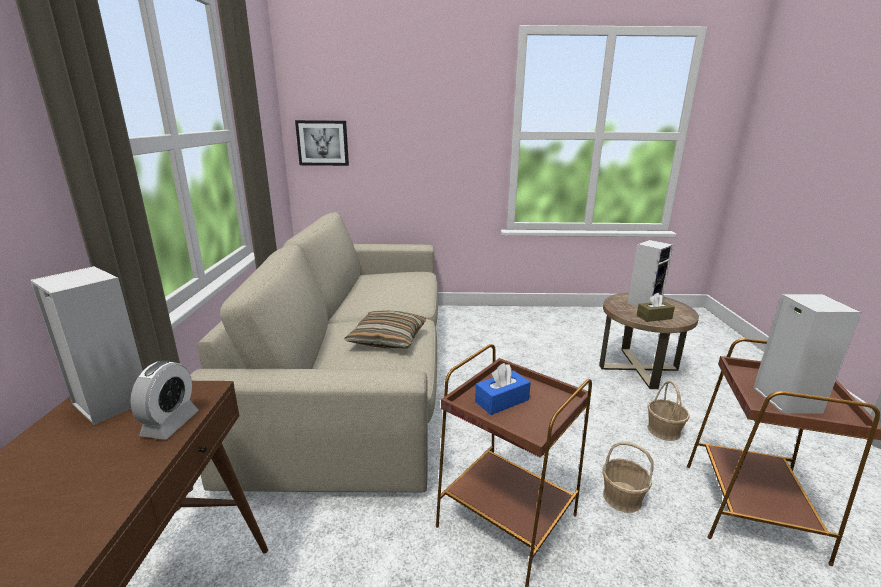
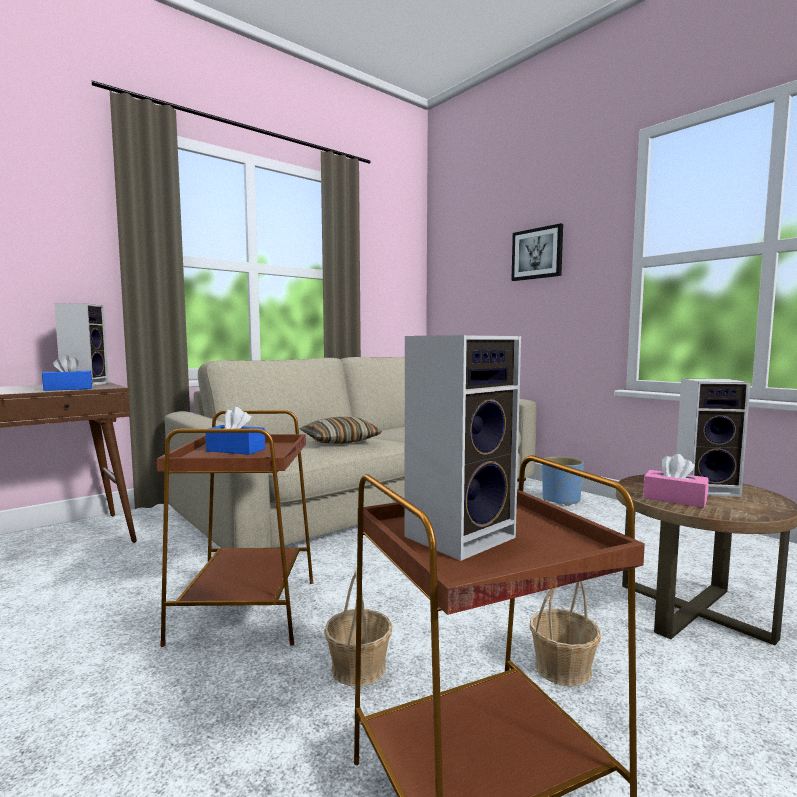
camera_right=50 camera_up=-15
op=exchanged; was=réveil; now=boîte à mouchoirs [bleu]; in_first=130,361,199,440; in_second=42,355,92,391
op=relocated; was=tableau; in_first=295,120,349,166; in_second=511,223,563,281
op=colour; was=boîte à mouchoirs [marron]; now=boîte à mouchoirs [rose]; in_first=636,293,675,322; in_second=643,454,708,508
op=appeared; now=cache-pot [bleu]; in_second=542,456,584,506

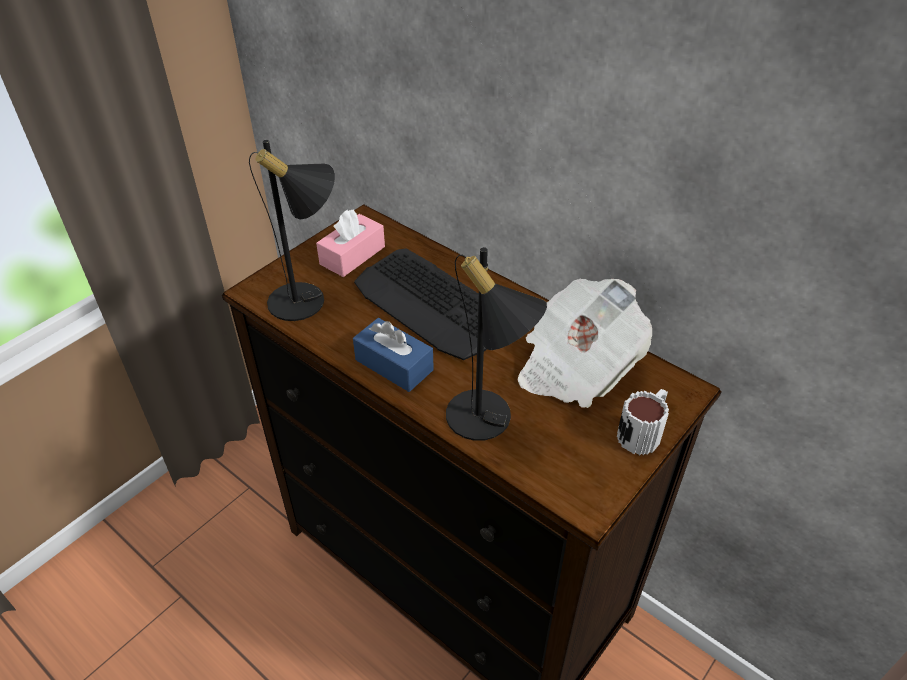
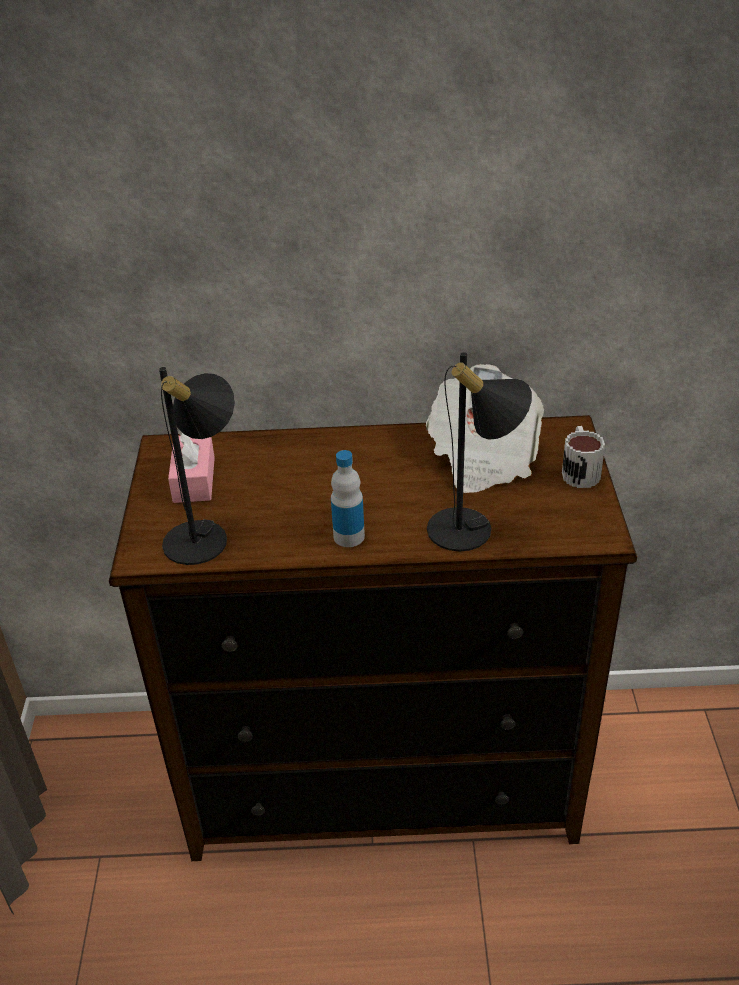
camera_right=-40 camera_up=-5
op=exchanged; was=boîte à mouchoirs [bleu]; now=bouteille; in_first=353,318,434,392; in_second=331,450,365,547
op=missing; was=clavier; in_first=354,248,486,360

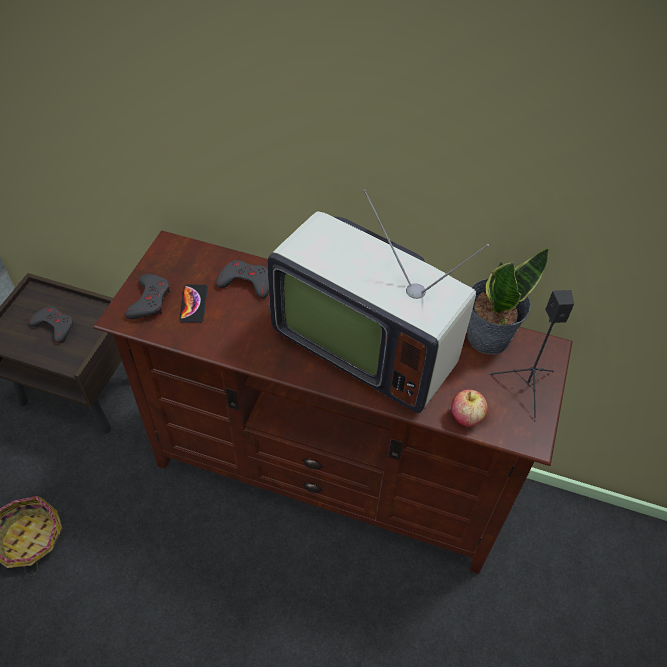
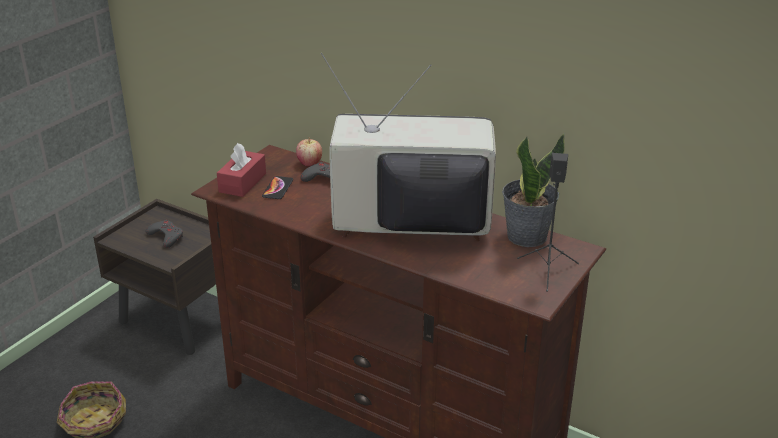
camera_right=15 camera_up=-20
op=exchanged; was=manette [gris]; now=boîte à mouchoirs [rouge]; in_first=124,274,170,319; in_second=217,143,266,197
op=spun; was=téléviseur; in_first=267,189,489,413; in_second=321,53,496,241; clockwise=135
op=relocated; was=pomme; in_first=451,389,488,427; in_second=296,137,322,166

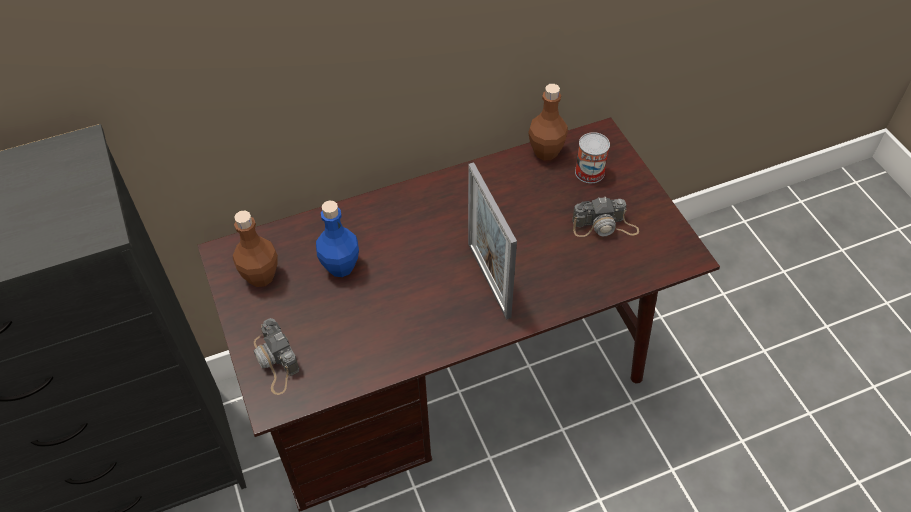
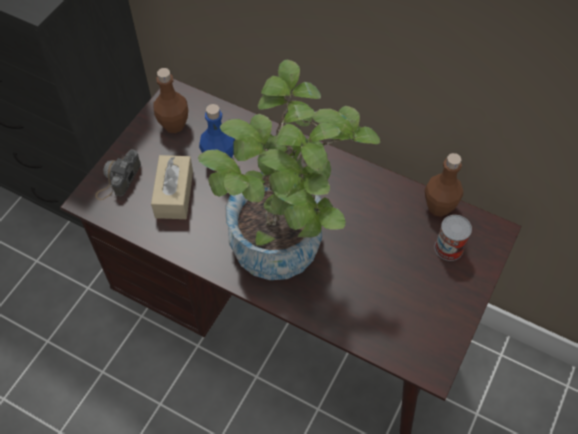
camera_right=50 camera_up=5
op=exchanged; was=cadre photo; now=plante en pot; in_first=468,162,517,320; in_second=198,60,380,280
op=missing; was=appareil photo; in_first=572,196,639,237
op=appeared; now=boîte à mouchoirs [beige]; in_second=151,155,193,219

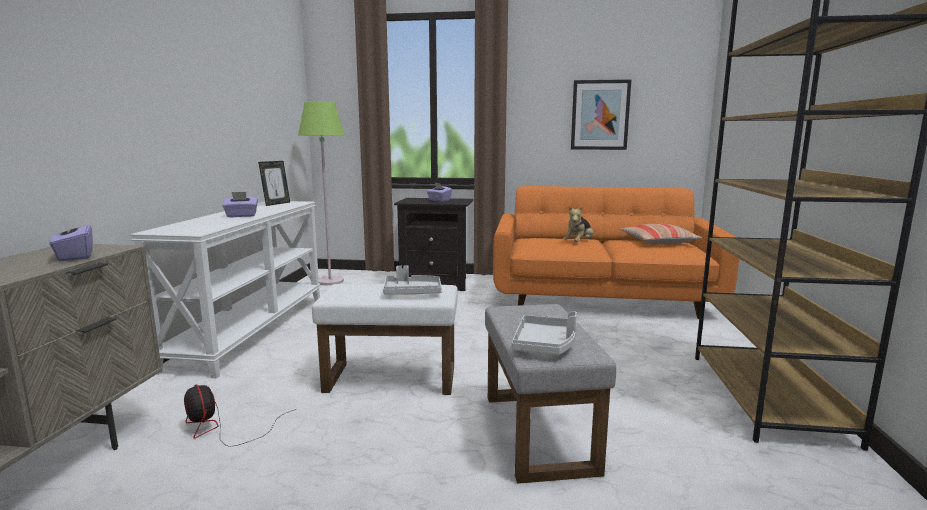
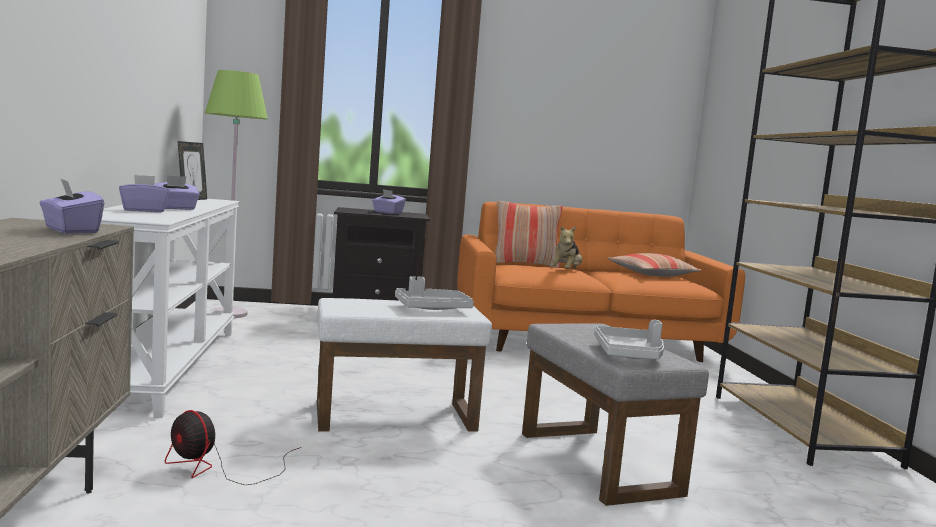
camera_right=-15 camera_up=-5
op=missing; was=tableau; in_first=571,79,631,150
op=appeared; now=boîte à mouchoirs [violet]; in_second=119,175,169,212
op=appeared; now=coussin; in_second=495,201,562,268

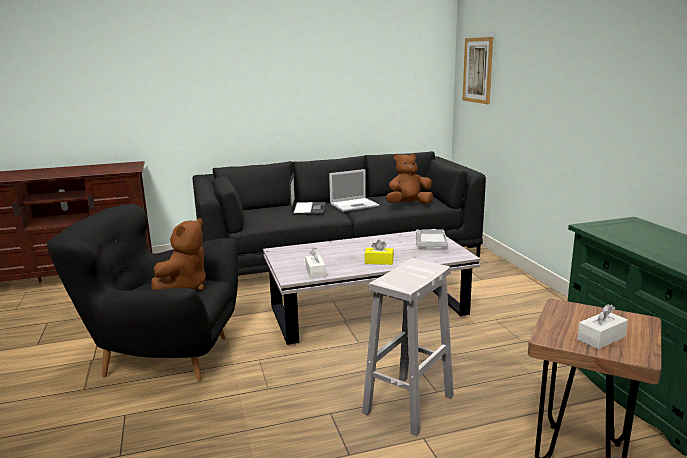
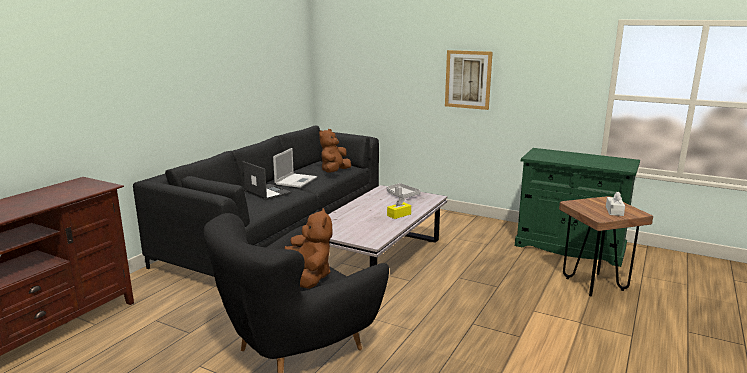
camera_right=-45 camera_up=0
op=missing; was=boîte à mouchoirs [blanc]; in_first=305,249,326,278
op=missing; was=tabouret [blanc]; in_first=362,258,454,436
op=relocated; was=tableau; in_first=463,37,493,104; in_second=445,50,493,110

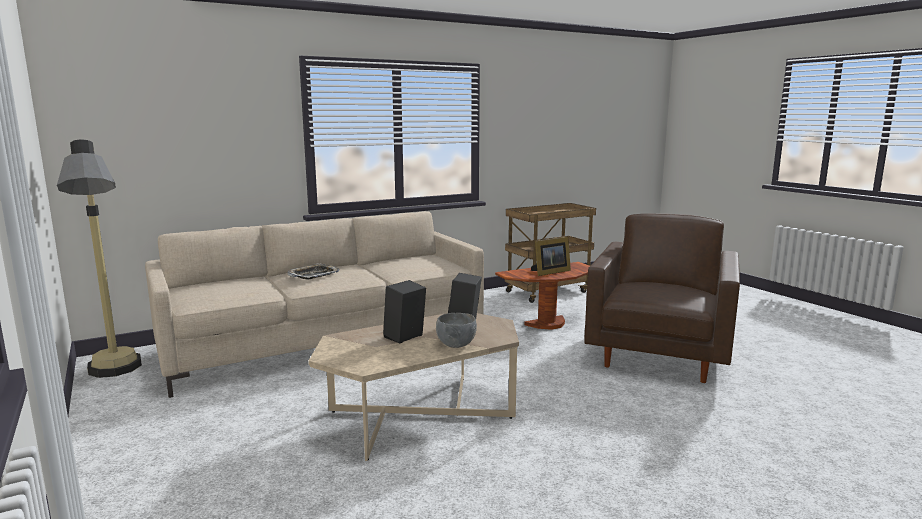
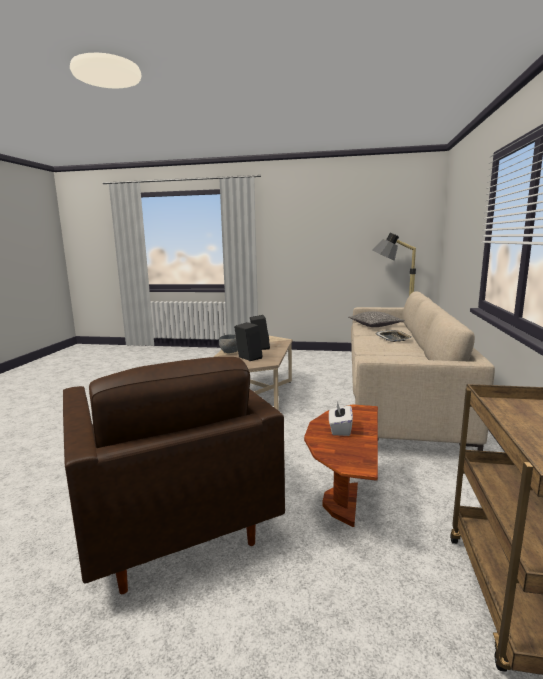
camera_right=130 camera_up=0
op=exchanged; was=cadre photo; now=boîte à mouchoirs [blanc]; in_first=531,237,571,276; in_second=329,401,353,436
op=appeared; now=coussin; in_second=348,311,405,327

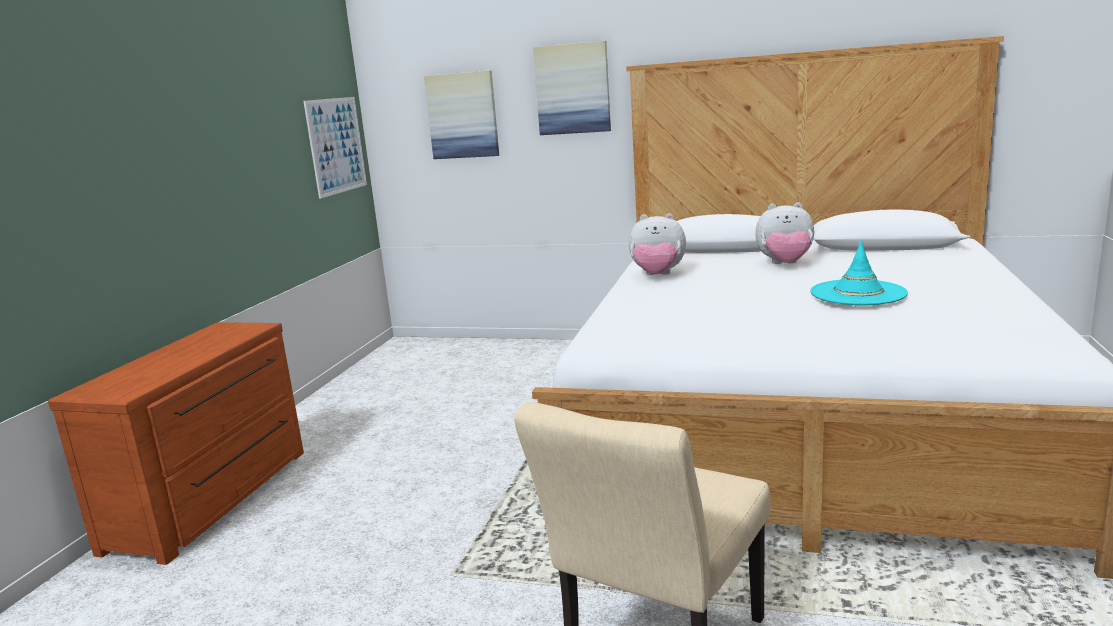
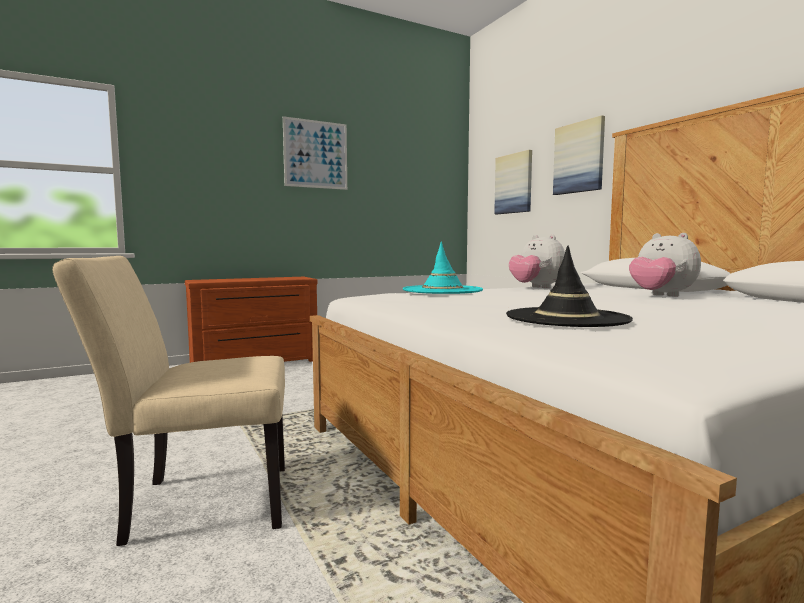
camera_right=45 camera_up=-10
op=relocated; was=tableau; in_first=303,97,367,199; in_second=283,116,347,190
op=relocated; was=chapeau [turquoise]; in_first=810,240,908,305; in_second=403,241,483,294
op=appeared; now=chapeau [noir]; in_second=506,246,633,327

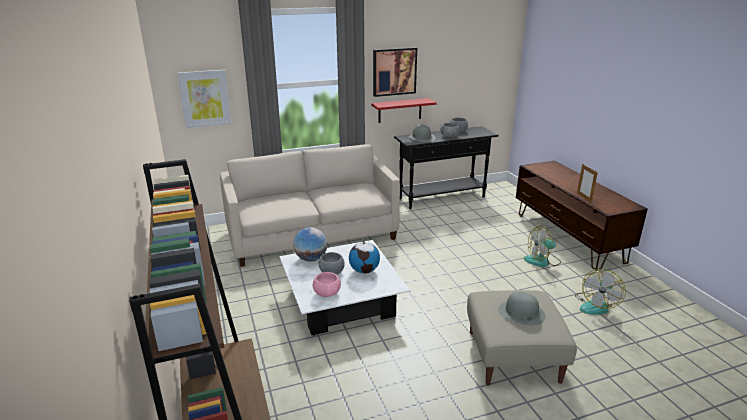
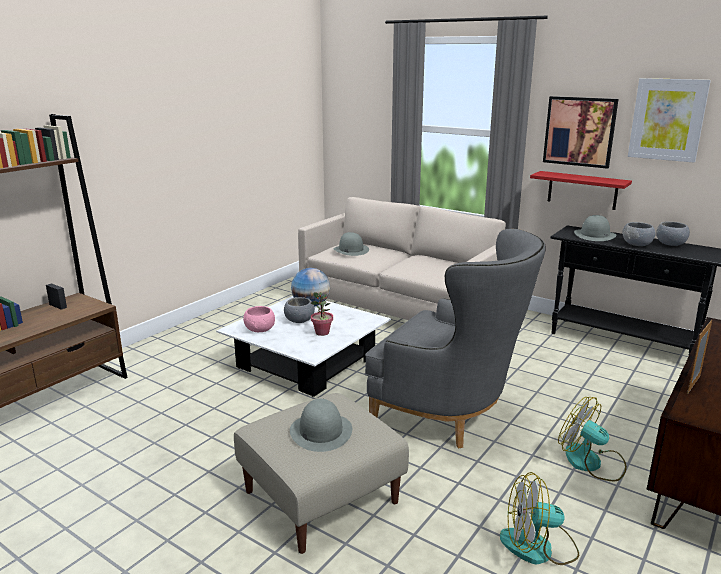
camera_right=55 camera_up=-5
op=relocated; was=tableau; in_first=177,70,232,128; in_second=628,78,711,163
op=exchanged; was=globe; now=plante en pot; in_first=349,240,380,274; in_second=311,292,333,336
op=appeared; now=chapeau [gris]; in_second=334,232,369,256
op=appeared; now=fauteuil [gris]; in_second=365,229,546,448

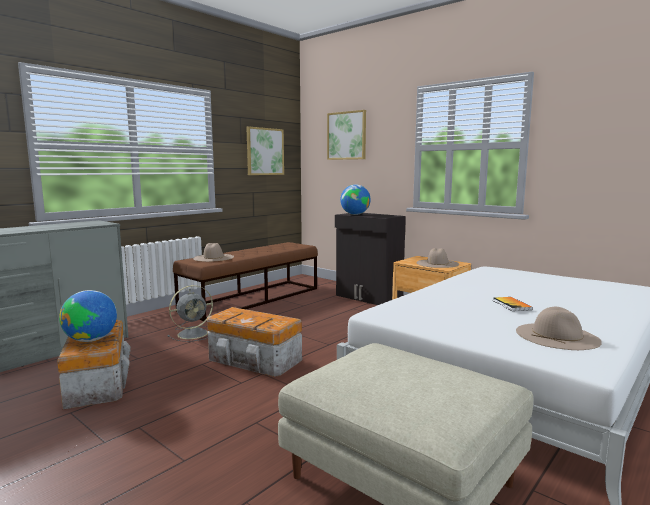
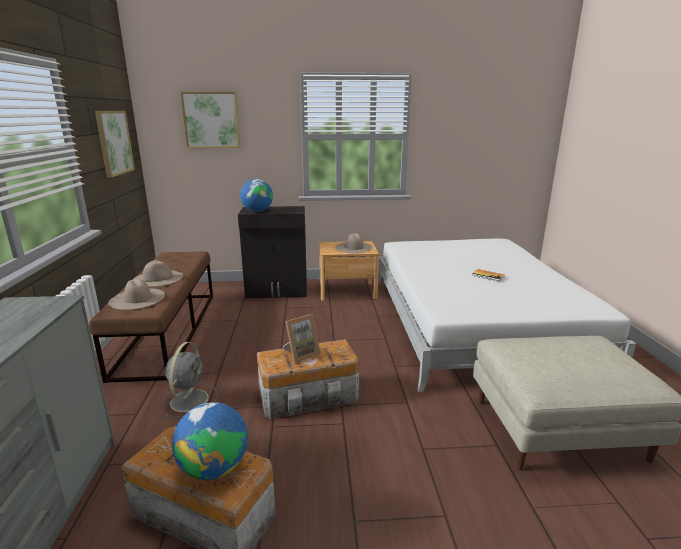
camera_right=-45 camera_up=10
op=relocated; was=chapeau [beige]; in_first=516,307,602,350; in_second=133,260,183,287
op=appeared; now=cadre photo; in_second=283,314,321,363

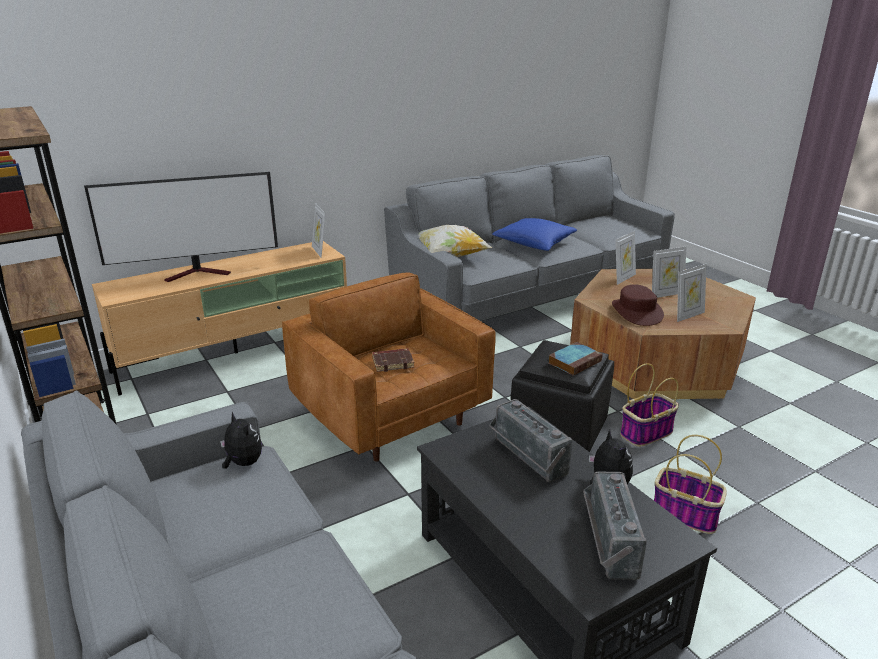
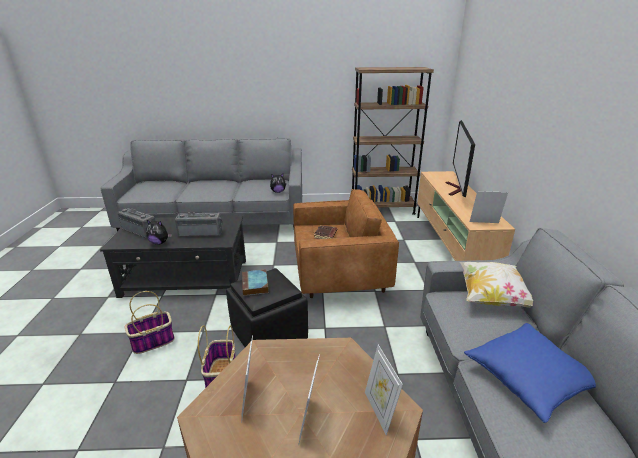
camera_right=120 camera_up=0
op=missing; was=chapeau [marron]; in_first=612,284,664,326

